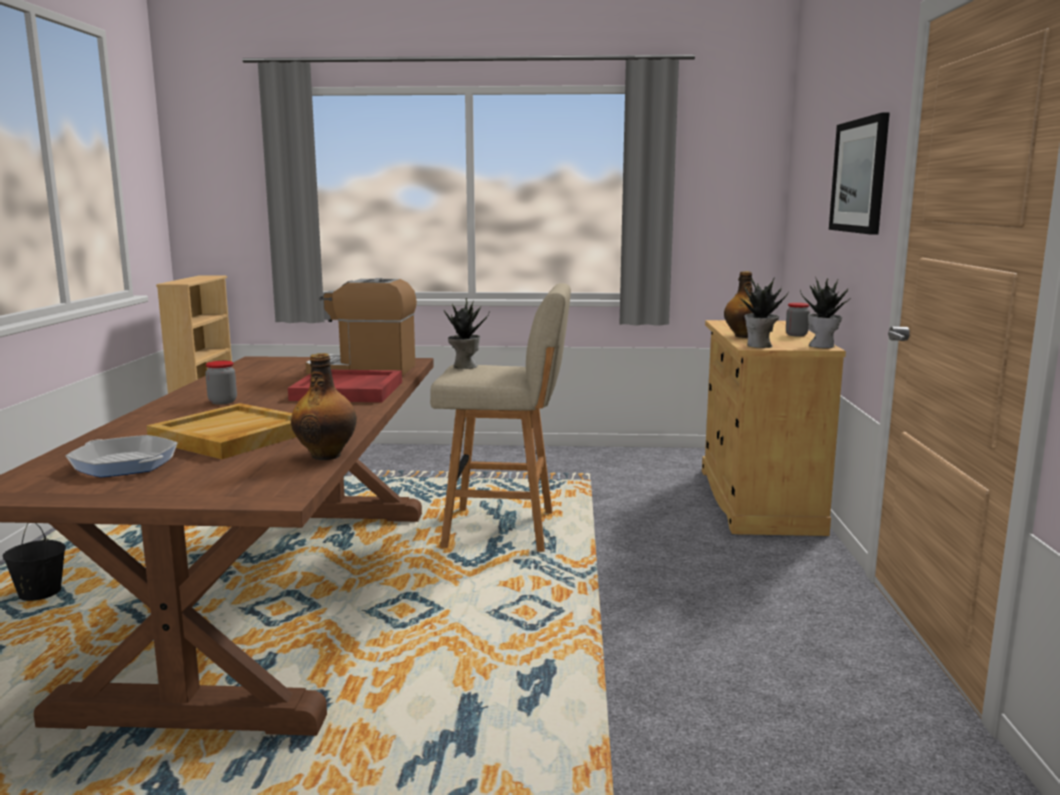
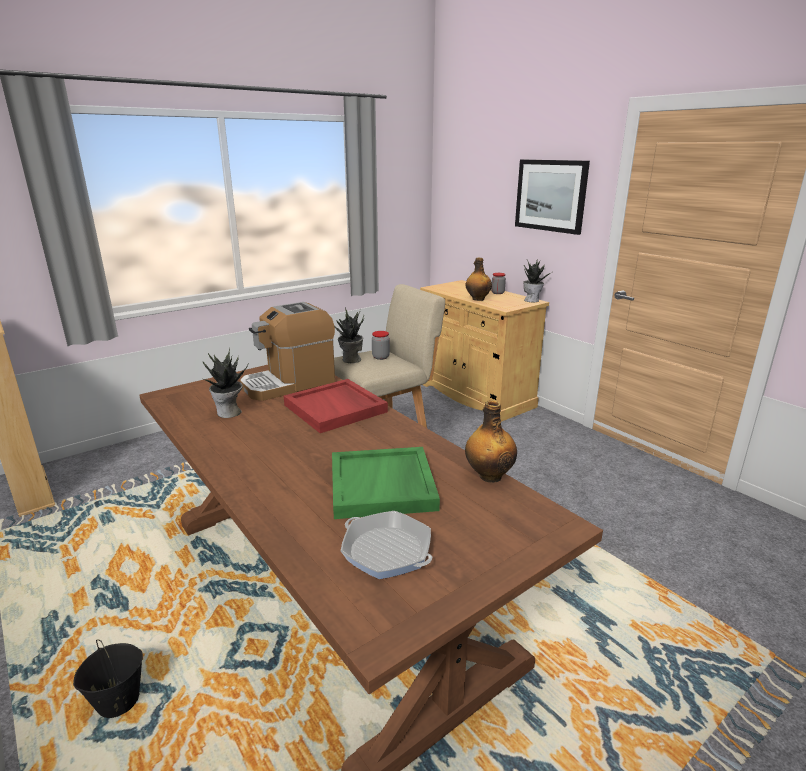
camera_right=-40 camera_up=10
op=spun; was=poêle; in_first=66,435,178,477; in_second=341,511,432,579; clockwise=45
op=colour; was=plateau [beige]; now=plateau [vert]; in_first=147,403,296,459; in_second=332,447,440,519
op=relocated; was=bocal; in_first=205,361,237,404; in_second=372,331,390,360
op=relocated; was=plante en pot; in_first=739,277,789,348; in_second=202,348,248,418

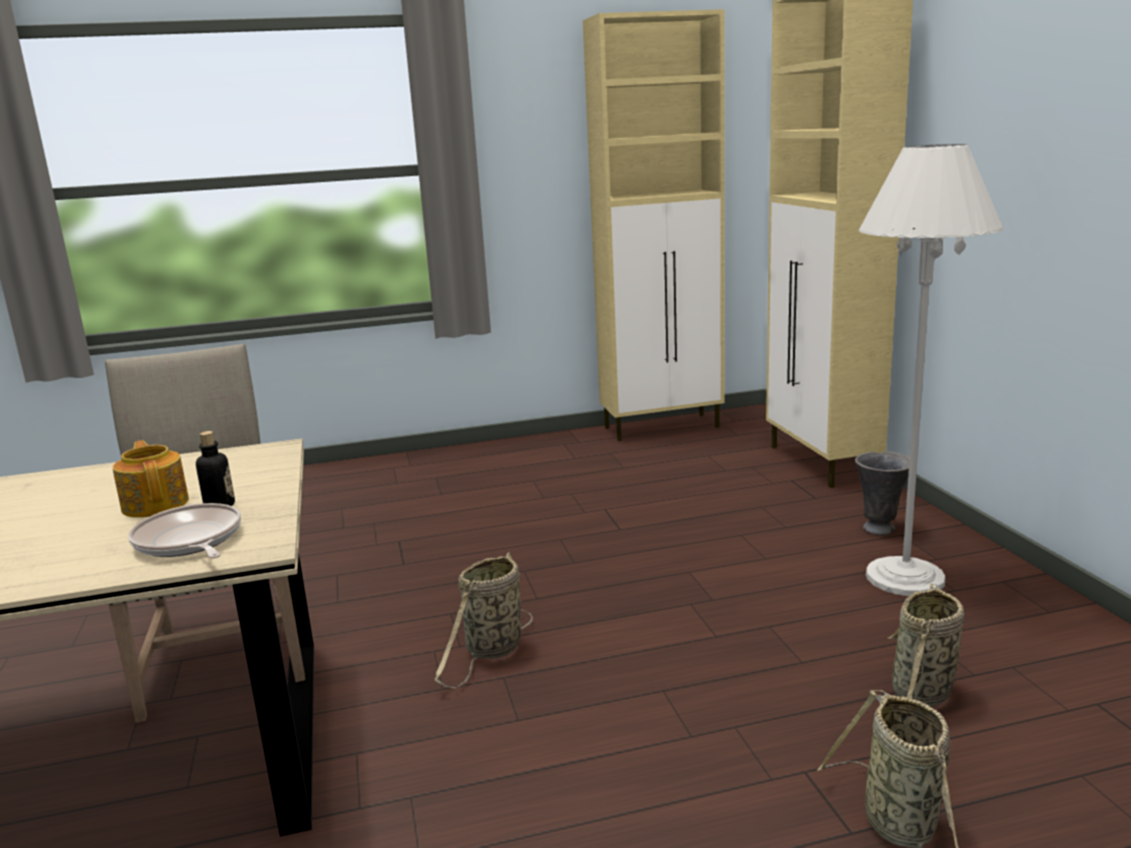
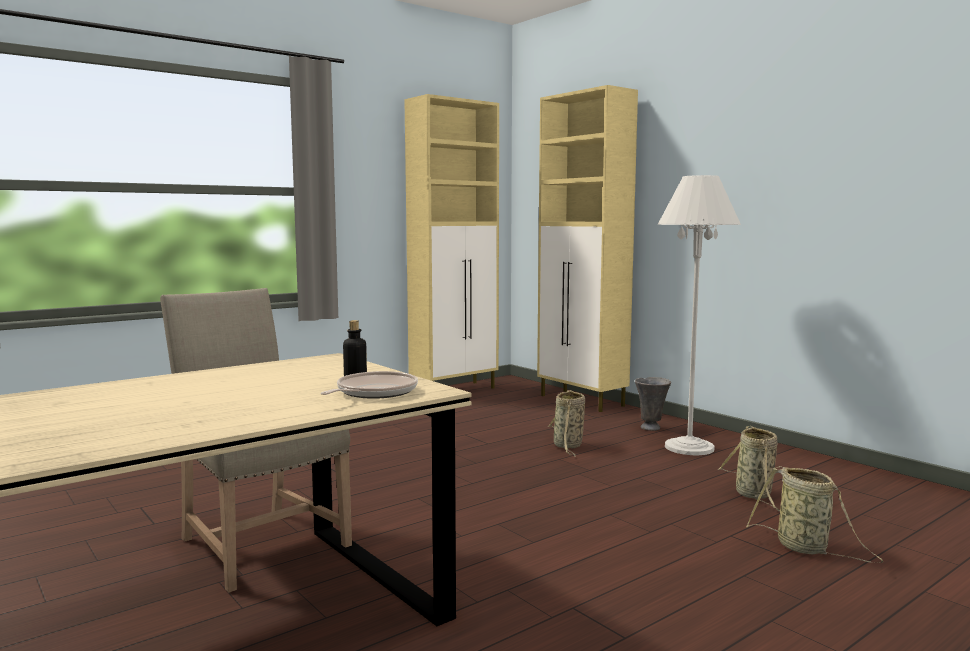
camera_right=-25 camera_up=-10
op=missing; was=théière; in_first=113,440,189,518
op=spun; was=poêle; in_first=128,503,241,559; in_second=321,371,418,399; clockwise=90
op=relocated; was=panier; in_first=434,552,533,688; in_second=547,390,585,457

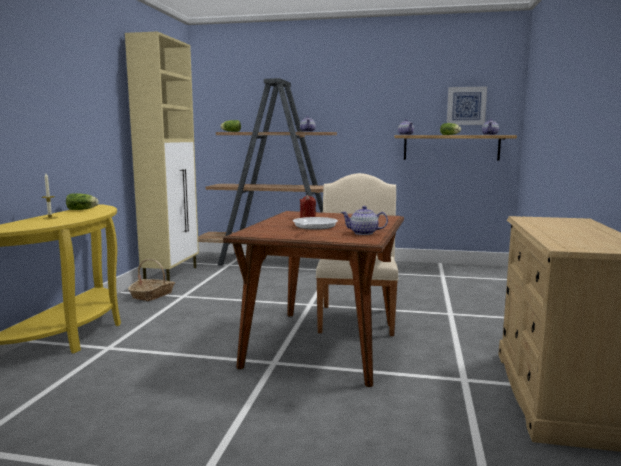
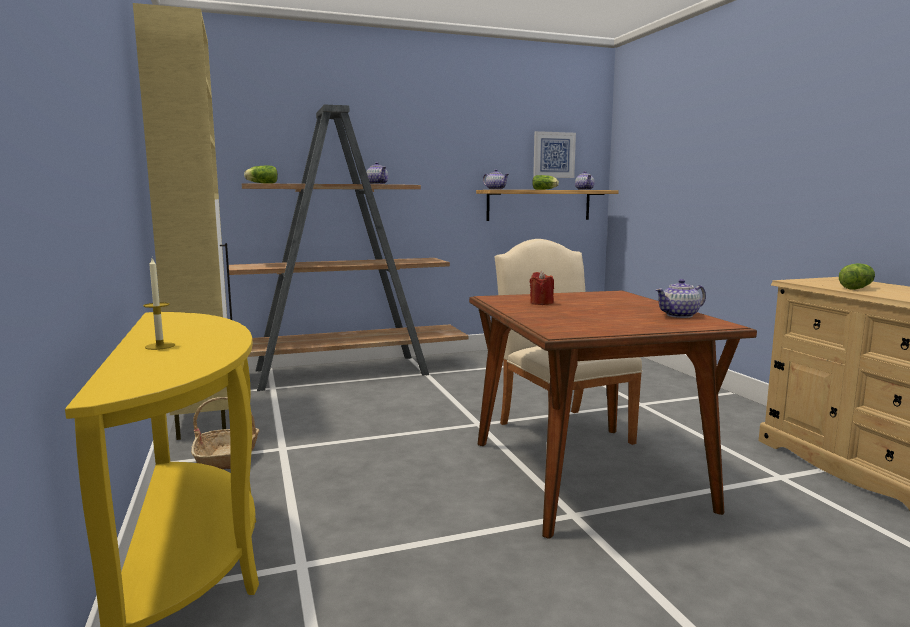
camera_right=-30 camera_up=0
op=relocated; was=laitue; in_first=66,193,98,210; in_second=839,263,875,290
op=missing; was=poêle; in_first=293,217,338,230

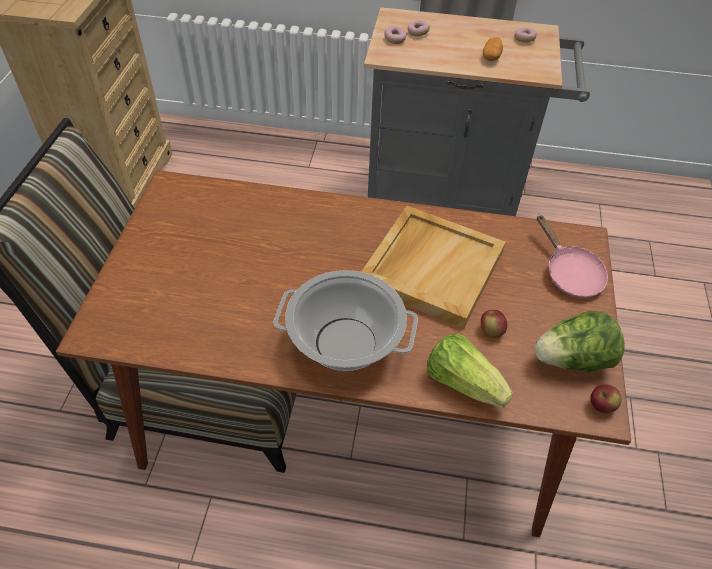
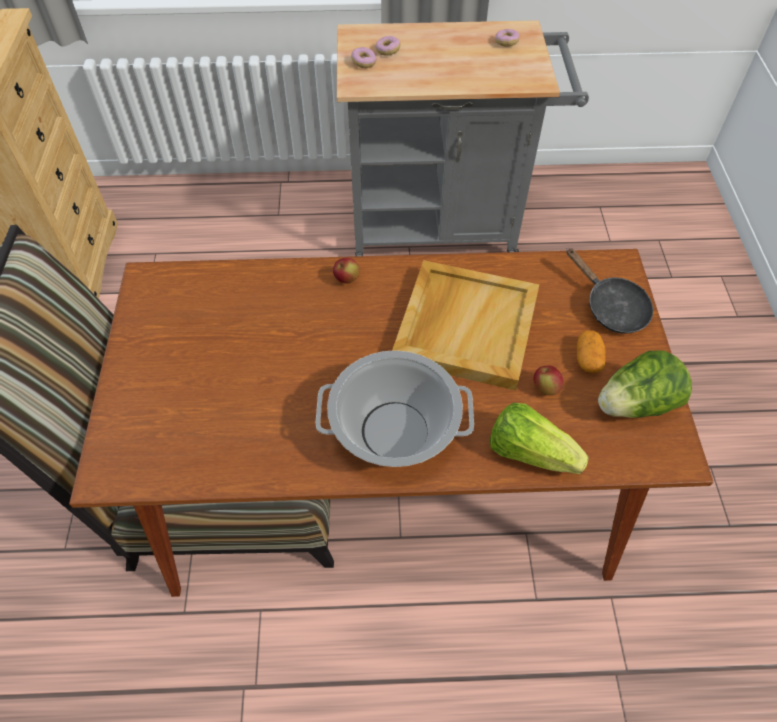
camera_right=-10 camera_up=5
op=relocated; was=pomme de terre; in_first=483,37,503,61; in_second=577,330,606,373
op=colour; was=poêle [rose]; now=poêle [noir]; in_first=537,215,608,298; in_second=566,248,653,334
op=relocated; was=pomme; in_first=590,384,622,413; in_second=333,258,360,283

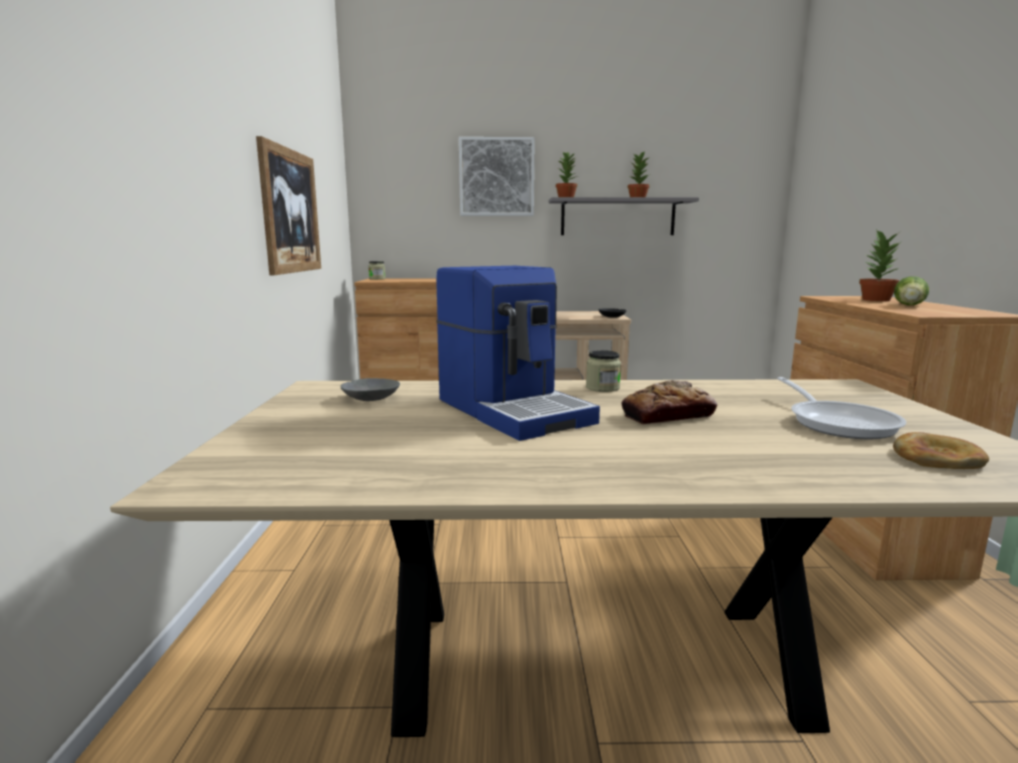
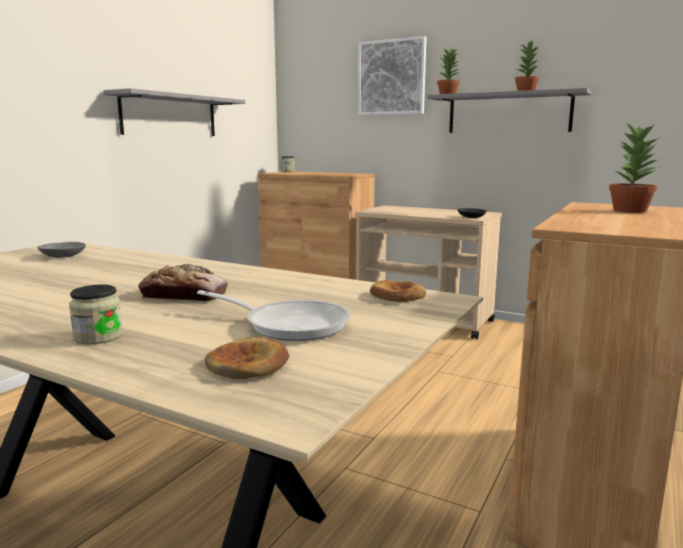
camera_right=30 camera_up=0
op=exchanged; was=tableau; now=étagère [gris]; in_first=256,136,321,275; in_second=103,88,245,136
op=missing; was=machine à café; in_first=436,266,600,441
op=relocated; was=bocal; in_first=586,350,621,392; in_second=69,284,123,344
op=spun; was=poêle; in_first=777,377,906,439; in_second=197,290,351,341; clockwise=-90
op=missing; was=laitue; in_first=894,276,929,305
op=appeared; now=pain; in_second=370,280,426,302

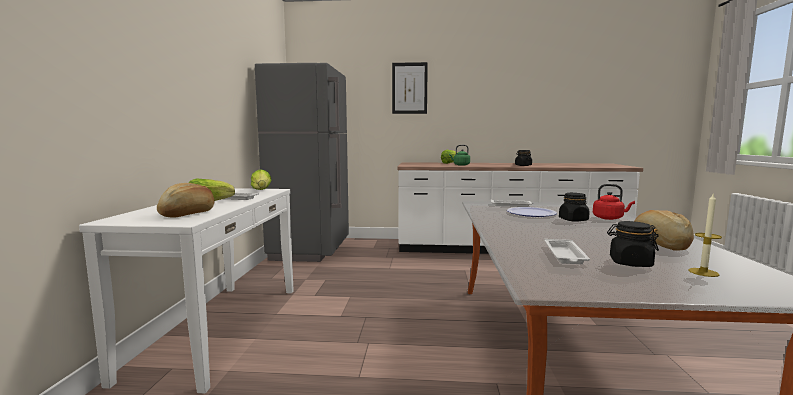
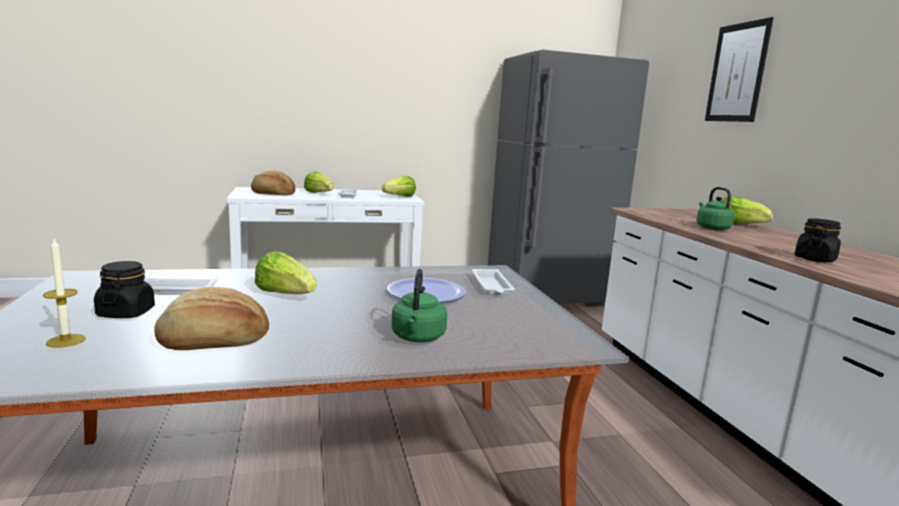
camera_right=70 camera_up=5
op=missing; was=bocal [noir]; in_first=559,193,590,222
op=colour; was=bouilloire [rouge]; now=bouilloire [vert]; in_first=593,184,635,220; in_second=392,269,447,342
op=appeared; now=laitue; in_second=255,251,317,294

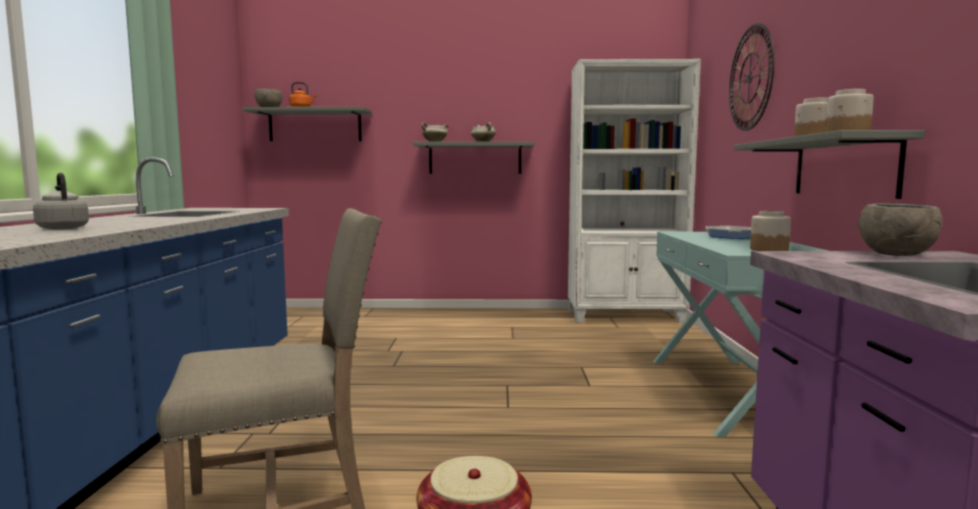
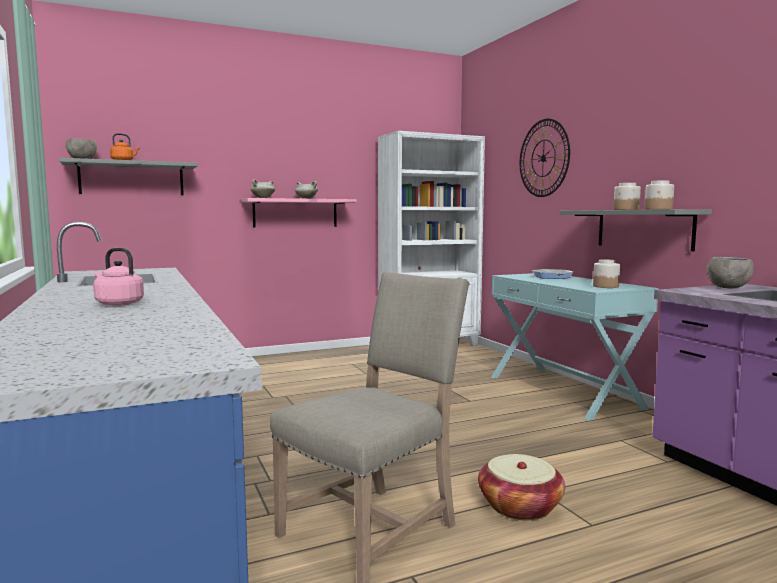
camera_right=-25 camera_up=0
op=colour; was=bouilloire [gris]; now=bouilloire [rose]; in_first=33,173,89,230; in_second=93,248,144,306
op=colour; was=étagère [gris]; now=étagère [rose]; in_first=413,142,535,174; in_second=242,198,357,227

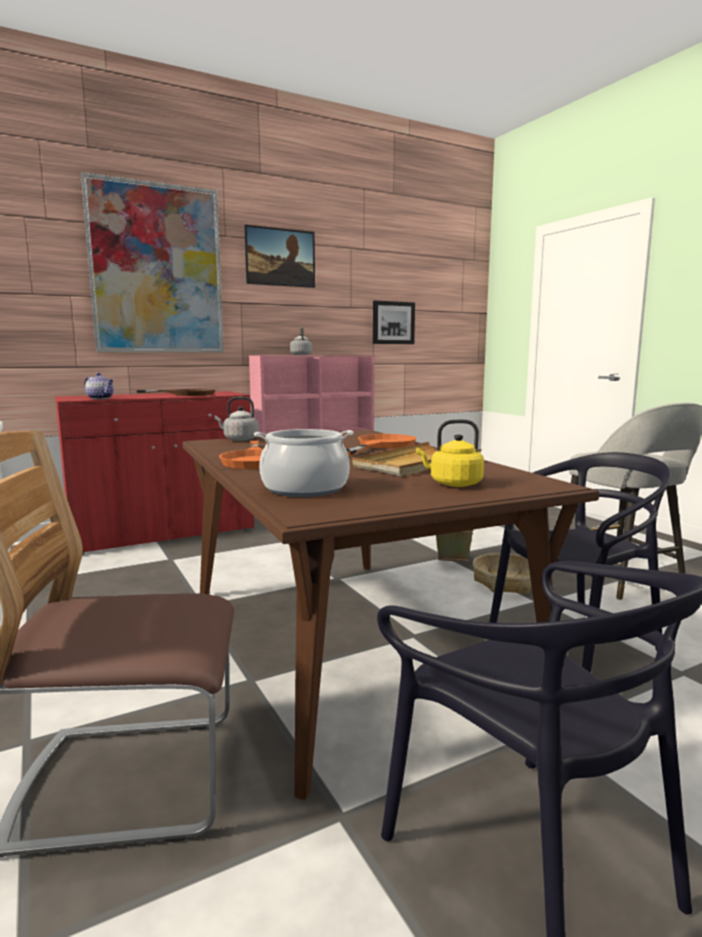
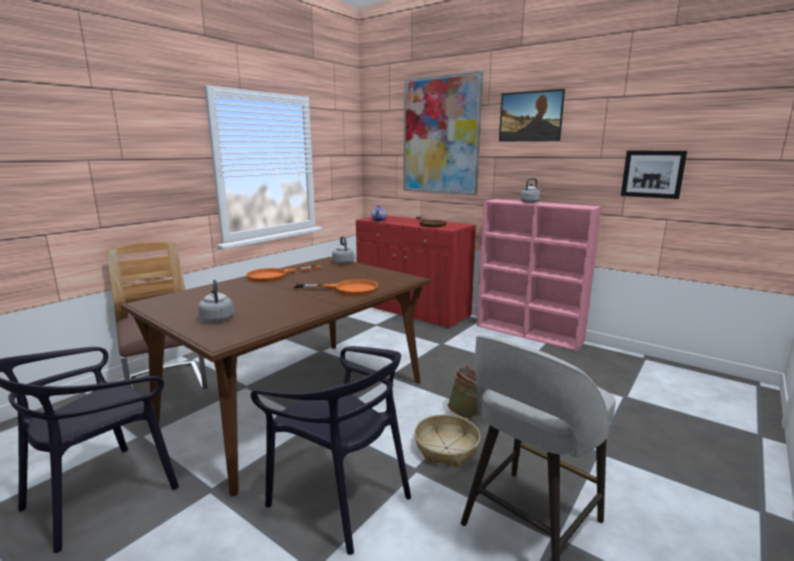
camera_right=65 camera_up=5
op=missing; was=marmite; in_first=254,429,354,497
op=missing; was=plateau [beige]; in_first=353,442,482,477
op=colour; was=bouilloire [jaune]; now=bouilloire [gris]; in_first=416,419,484,487; in_second=198,280,234,322

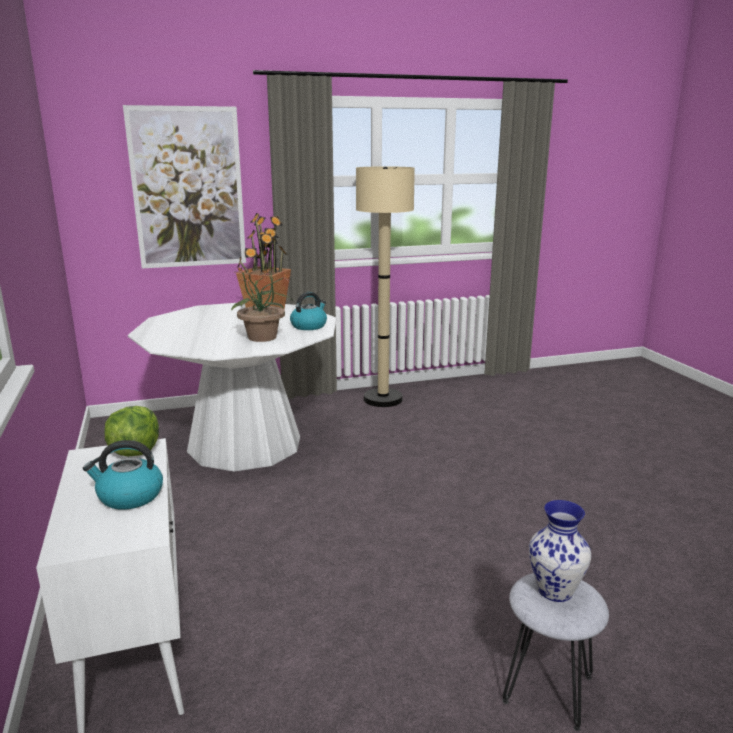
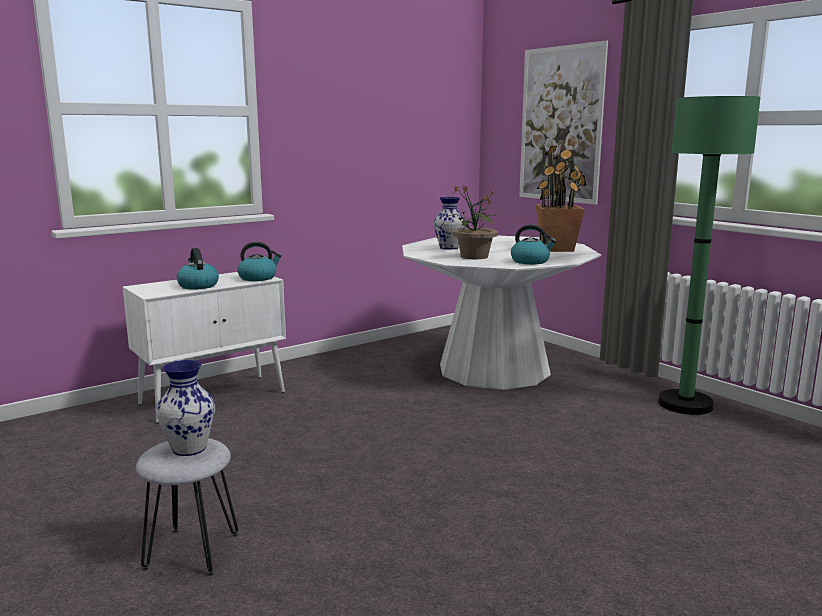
camera_right=70 camera_up=-5
op=exchanged; was=laitue; now=bouilloire; in_first=104,406,159,456; in_second=237,242,282,281
op=colour; was=lampadaire [beige]; now=lampadaire [vert]; in_first=356,166,415,407; in_second=658,96,761,415
op=appeared; now=vase; in_second=434,197,465,250

